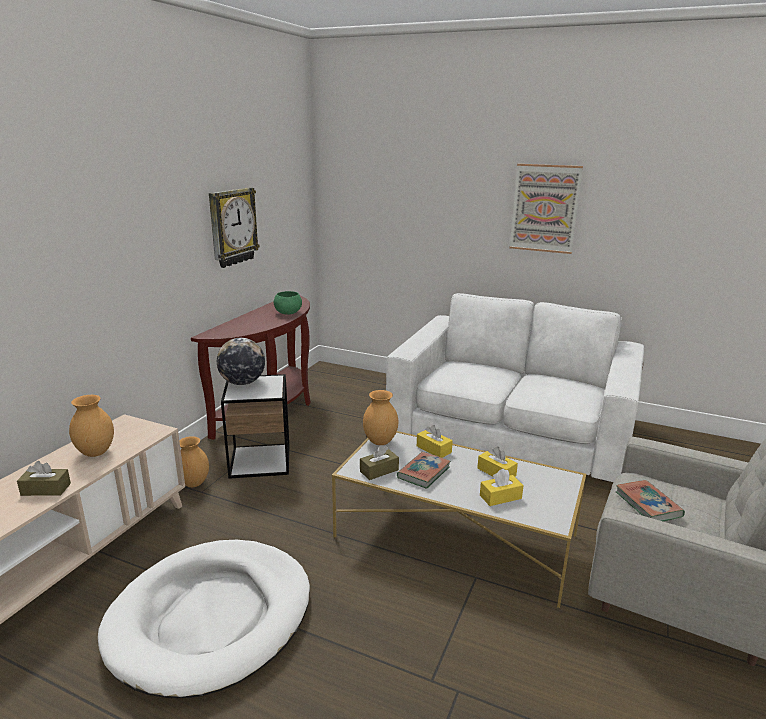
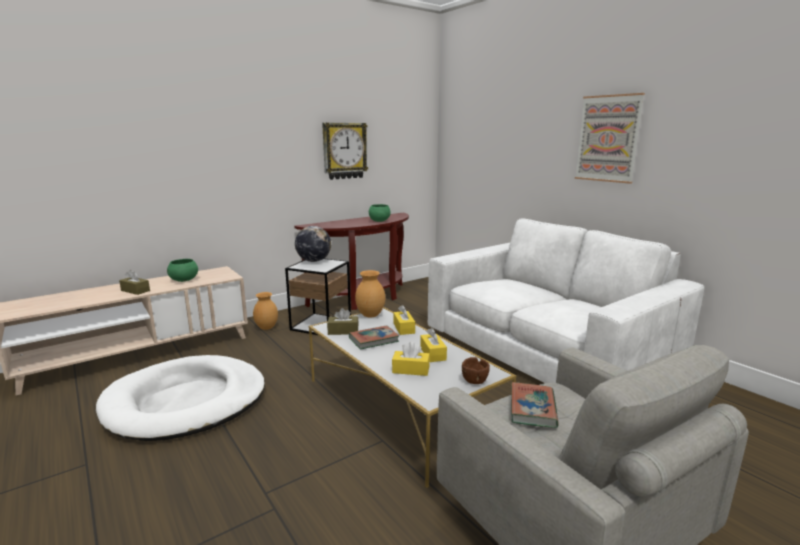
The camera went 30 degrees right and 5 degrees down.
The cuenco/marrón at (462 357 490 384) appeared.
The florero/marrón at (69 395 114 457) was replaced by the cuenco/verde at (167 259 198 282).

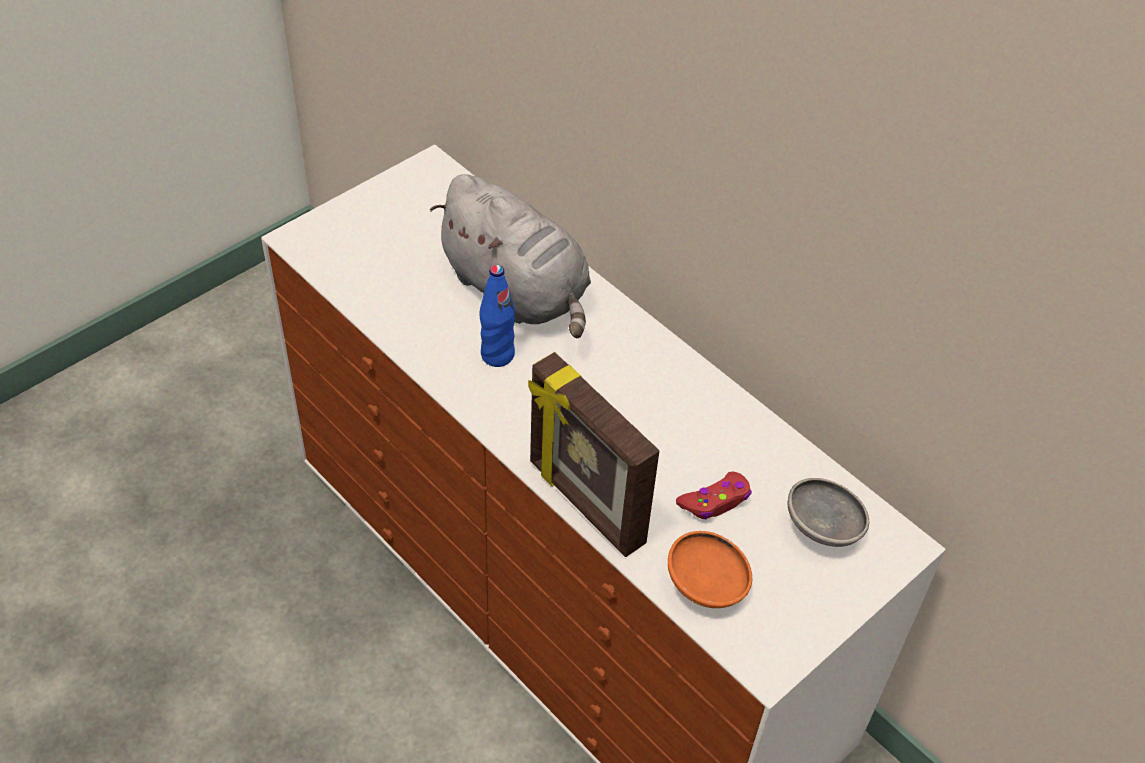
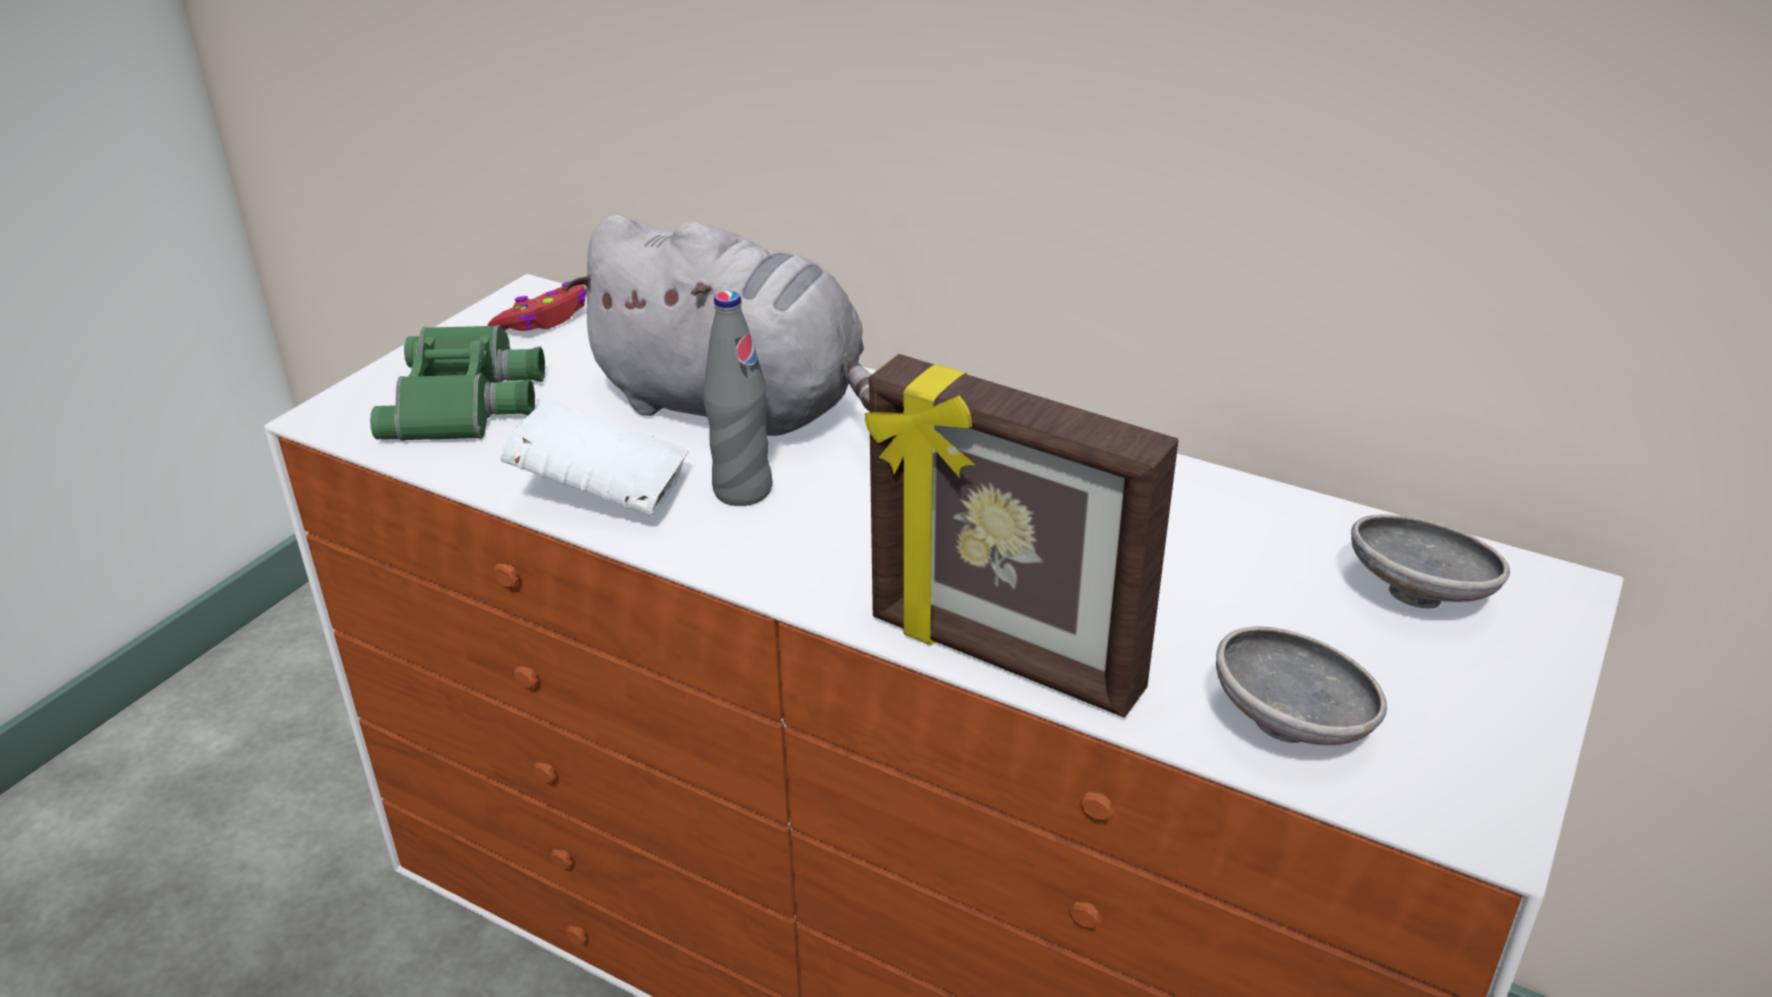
The camera went 15 degrees left and 15 degrees down.
The prismáticos/verde at (370 325 545 441) appeared.
The libro/blanco at (501 398 688 517) appeared.
The mando de consola/rojo moved from (676 472 752 520) to (488 281 586 331).
The botella/azul at (479 265 515 367) became the botella/gris at (703 291 773 506).
The cuenco/naranja at (668 531 752 608) became the cuenco/gris at (1216 626 1387 745).

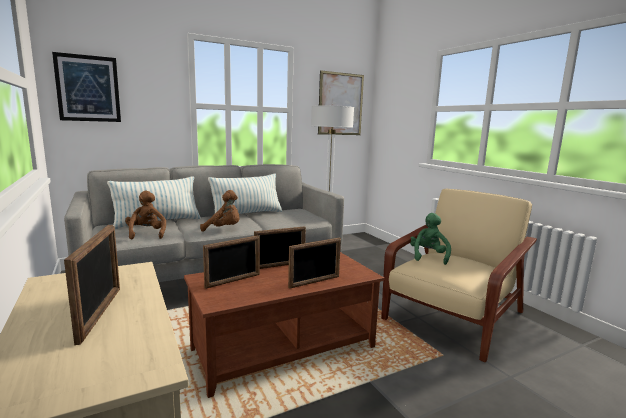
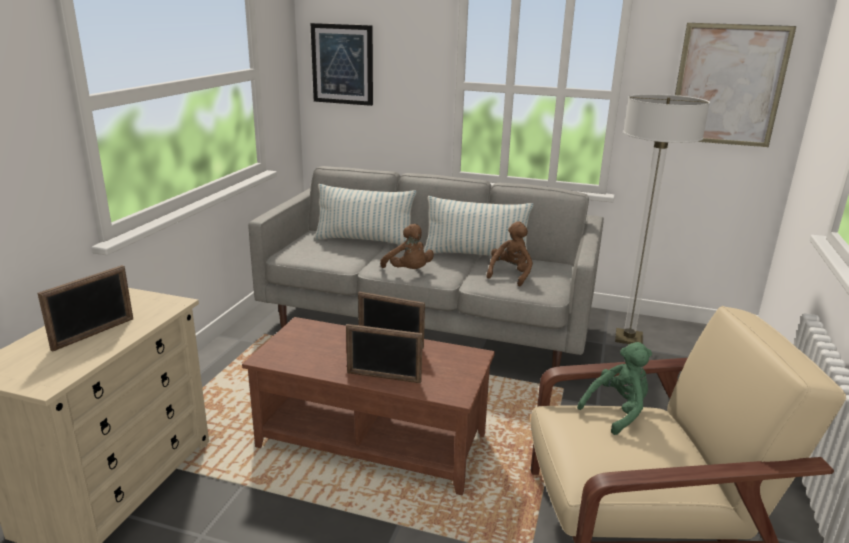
The camera went 45 degrees right and 10 degrees up.
The portarretratos at (203 235 260 289) disappeared.
The peluche/marrón moved from (125 191 166 240) to (486 221 533 286).

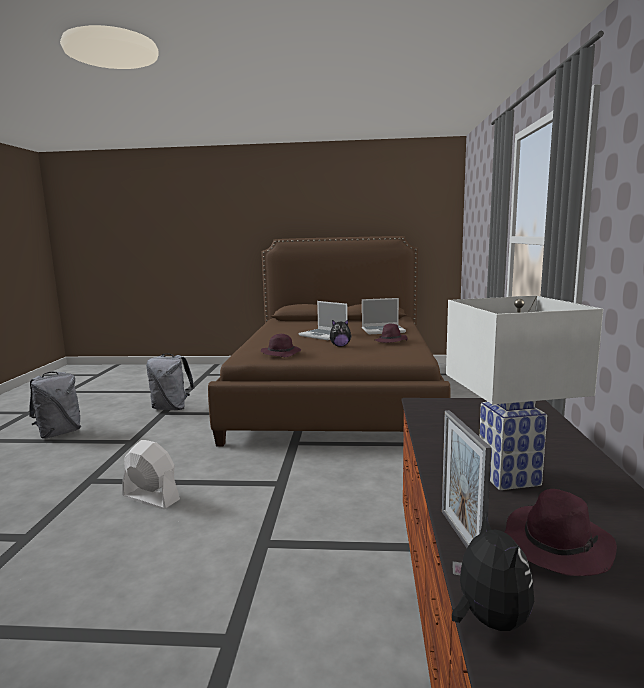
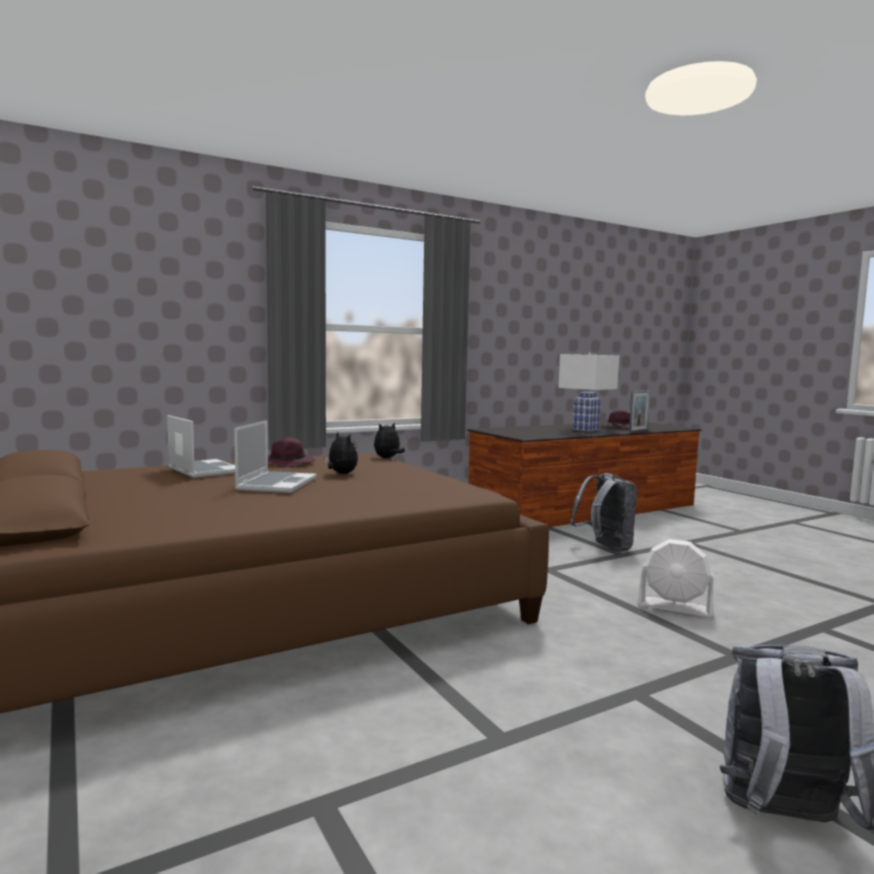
The camera went 125 degrees left and 5 degrees down.
The sombrero/morado at (261 334 301 357) disappeared.
The mochila/gris moved from (146 353 195 410) to (570 473 638 552).
The peluche moved from (452 513 534 631) to (374 422 405 458).
The ventilador/blanco at (122 440 180 509) turned 60 degrees counterclockwise.

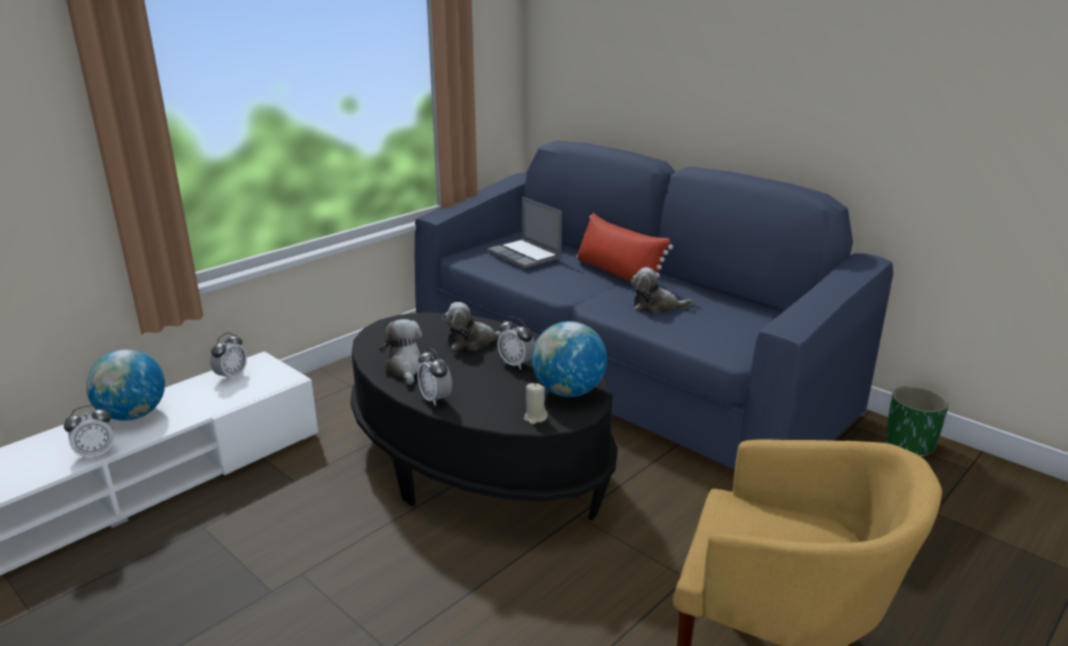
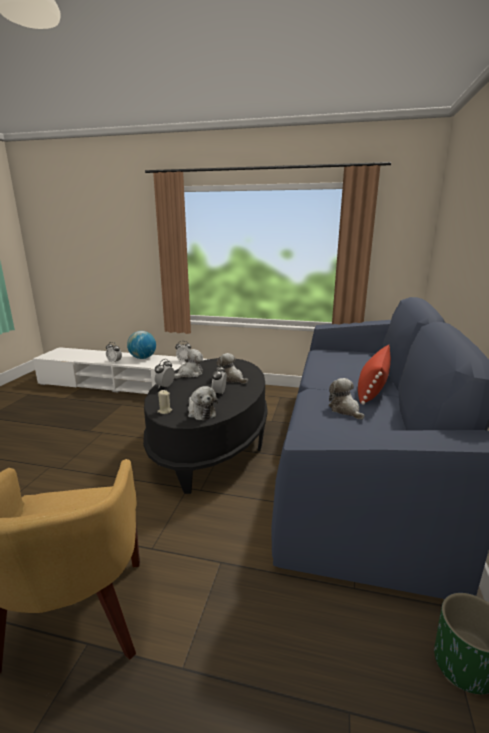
The camera went 60 degrees right and 5 degrees down.
The portátil at (487 197 562 269) disappeared.
The globo terráqueo at (532 321 607 397) was replaced by the peluche at (188 386 218 420).

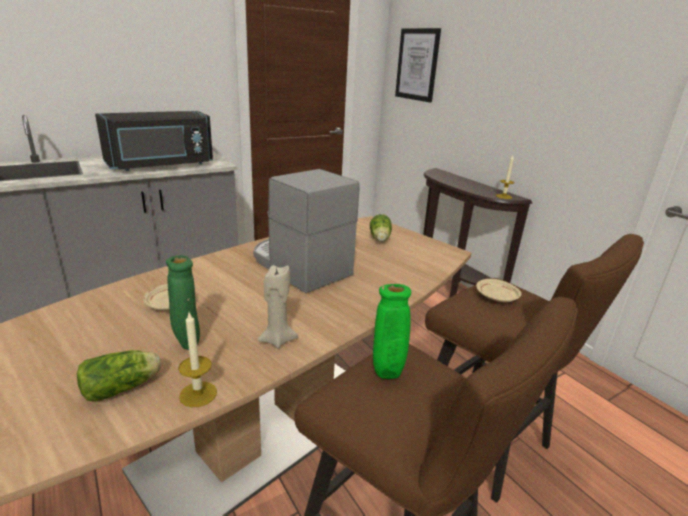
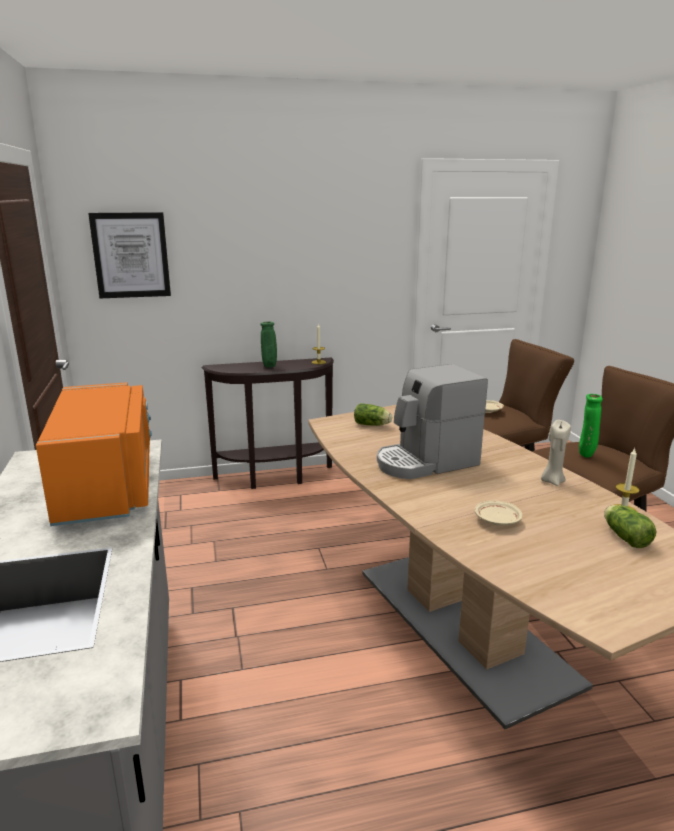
The camera went 70 degrees left and 5 degrees down.
The florero/verde moved from (166 255 200 350) to (260 322 277 368).
The microondas/negro at (95 111 213 171) became the microondas/naranja at (36 382 152 526).

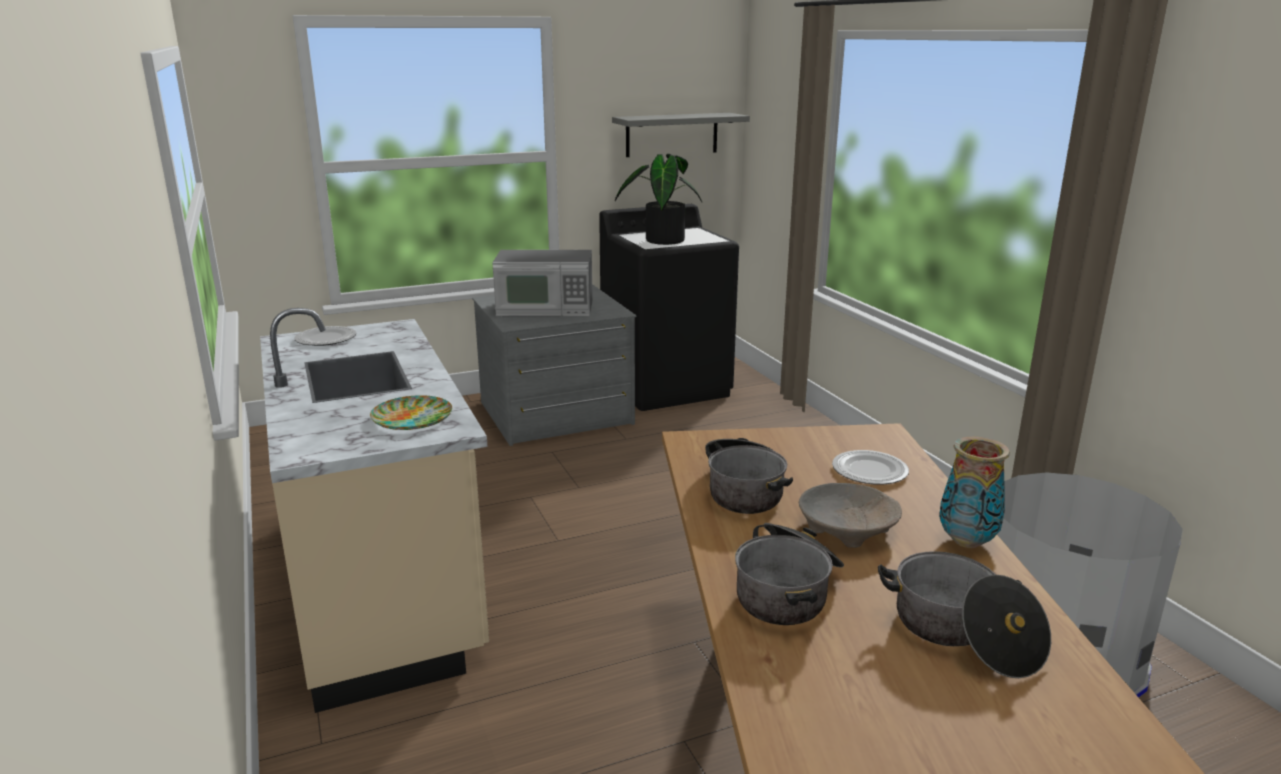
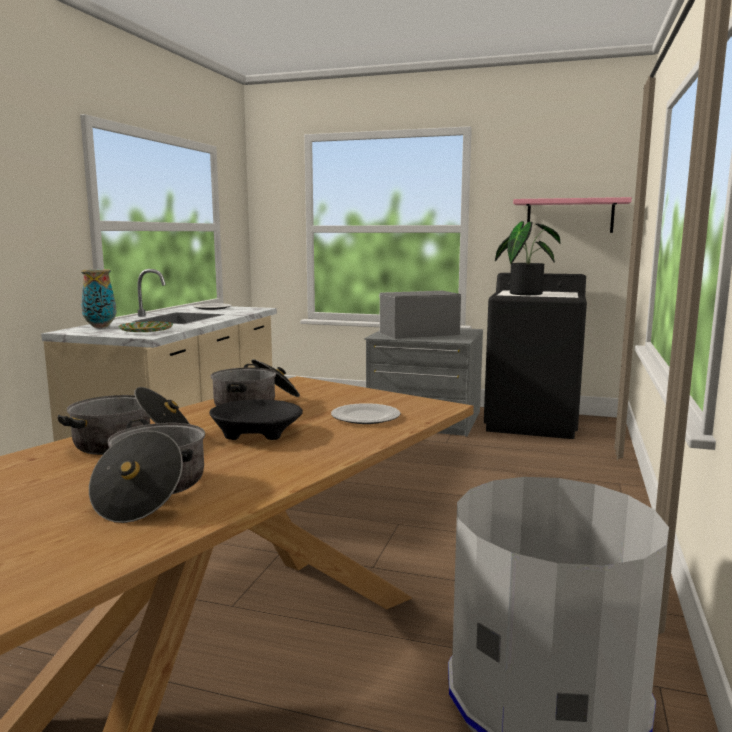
The camera went 40 degrees right and 10 degrees down.
The florero moved from (939 436 1010 548) to (81 269 117 328).
The estante/gris at (612 113 750 157) became the estante/rosa at (513 197 632 233).
The cuenco/beis at (798 483 902 548) became the cuenco/negro at (209 399 303 440).
The microondas at (493 250 593 316) turned 120 degrees clockwise.

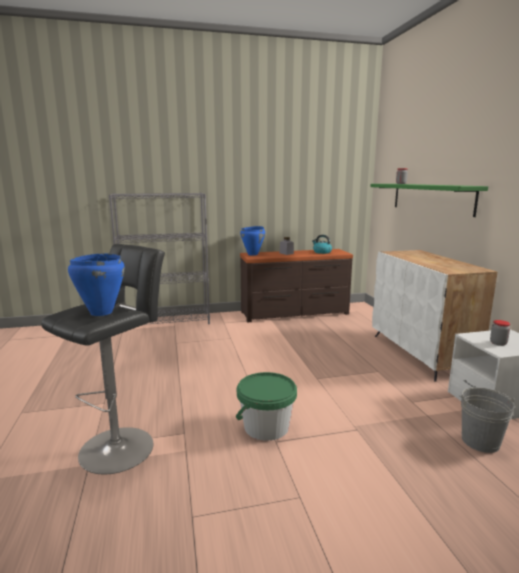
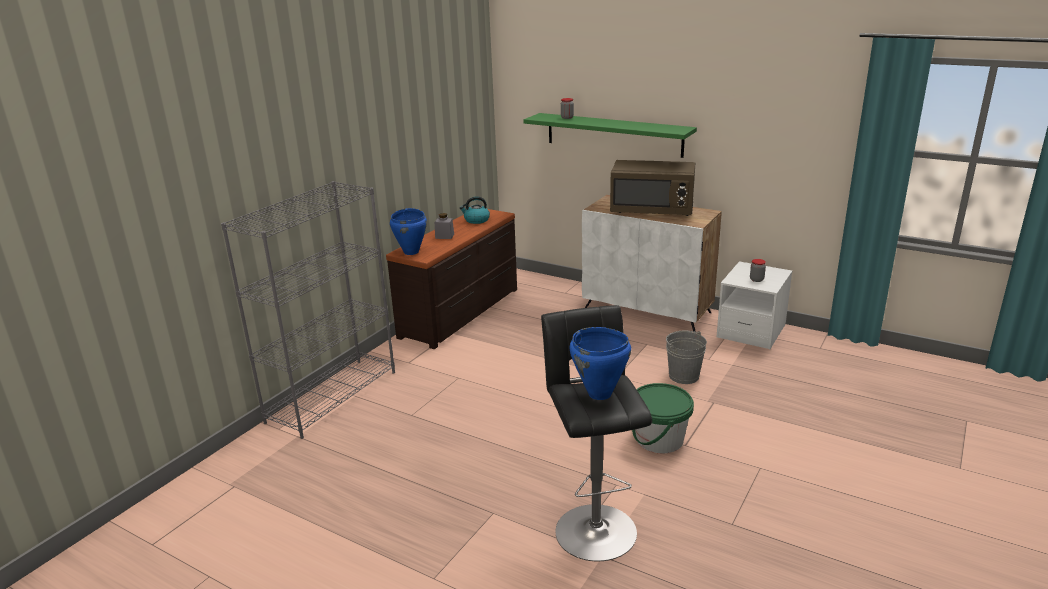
The camera went 45 degrees left and 10 degrees up.
The microondas/marrón at (610 160 695 216) appeared.
The cubo/gris moved from (459 387 515 453) to (666 331 707 384).

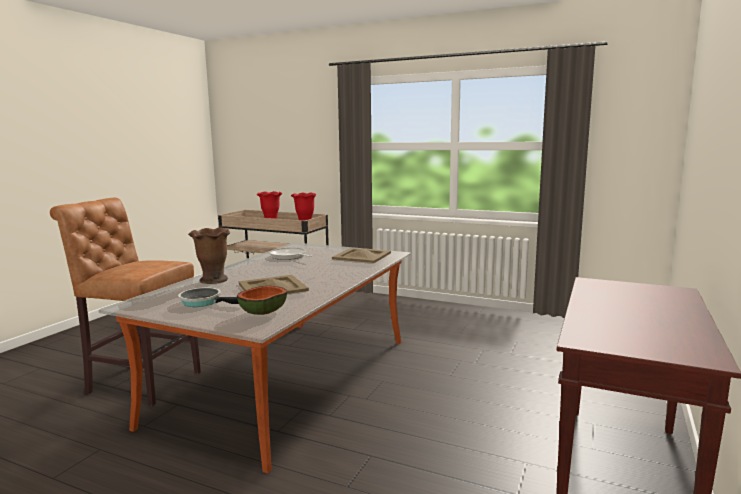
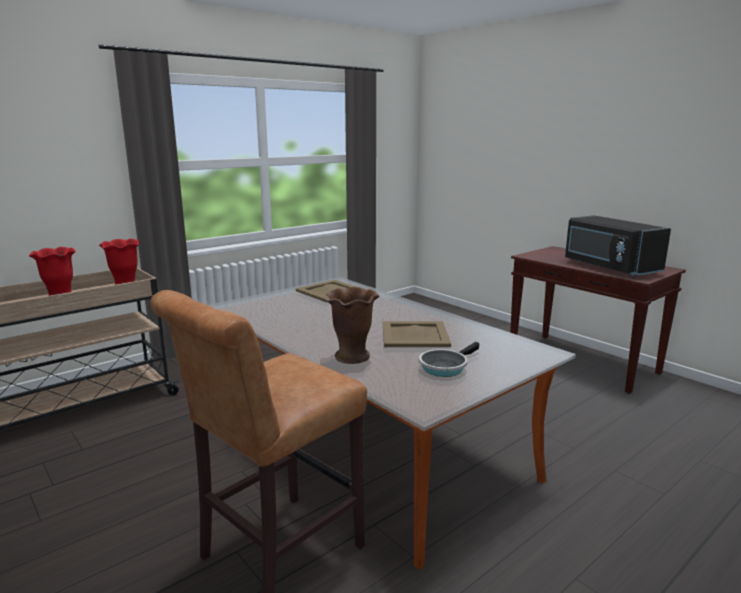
The camera went 65 degrees left and 5 degrees up.
The cuenco at (237 286 287 315) disappeared.
The sartén at (270 248 312 260) disappeared.
The microondas/negro at (565 215 671 276) appeared.

